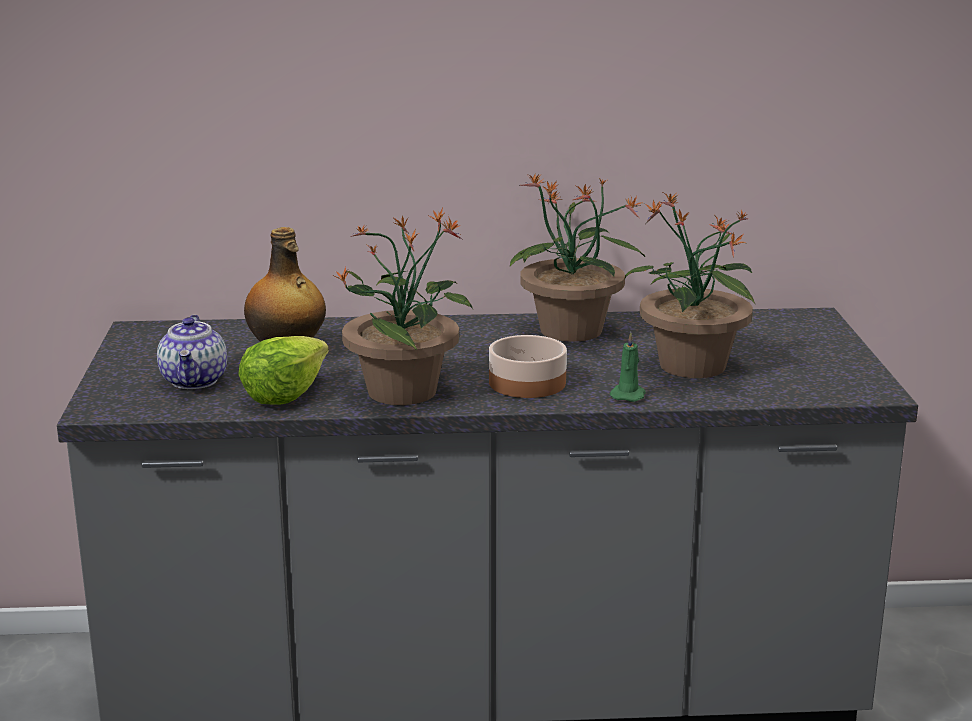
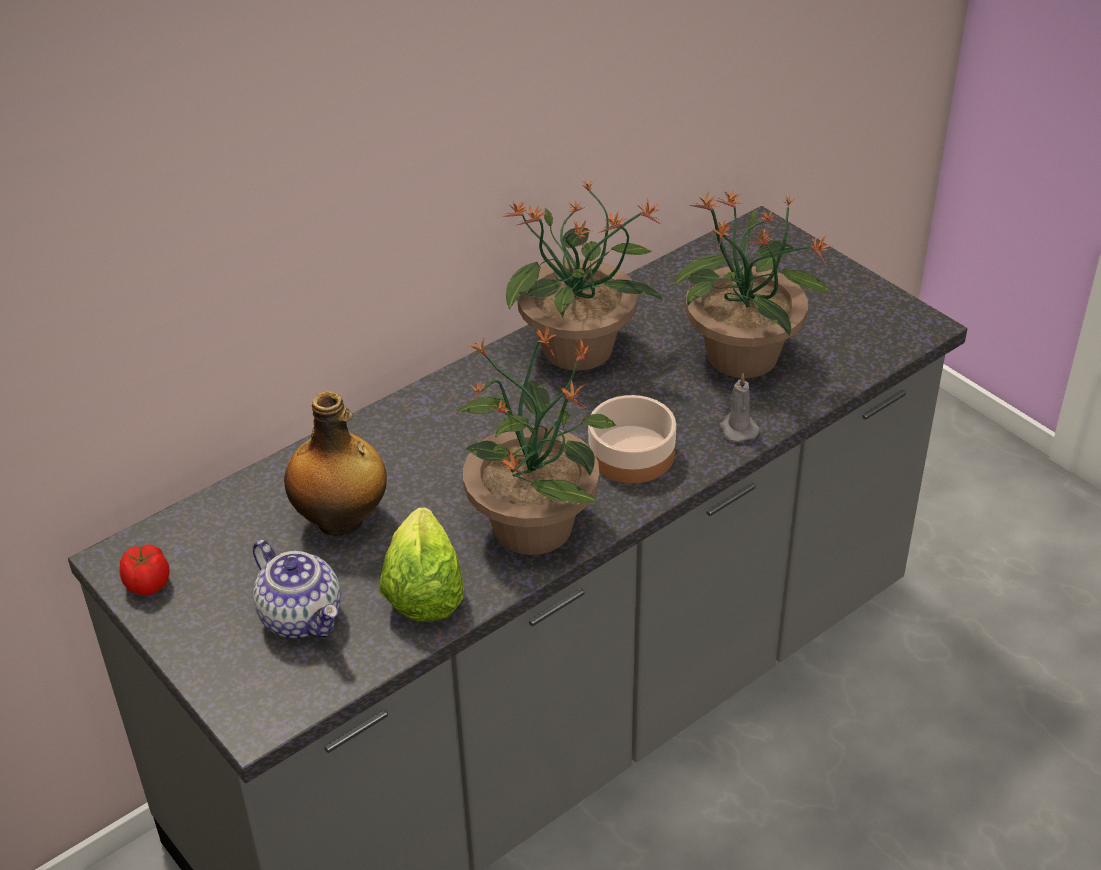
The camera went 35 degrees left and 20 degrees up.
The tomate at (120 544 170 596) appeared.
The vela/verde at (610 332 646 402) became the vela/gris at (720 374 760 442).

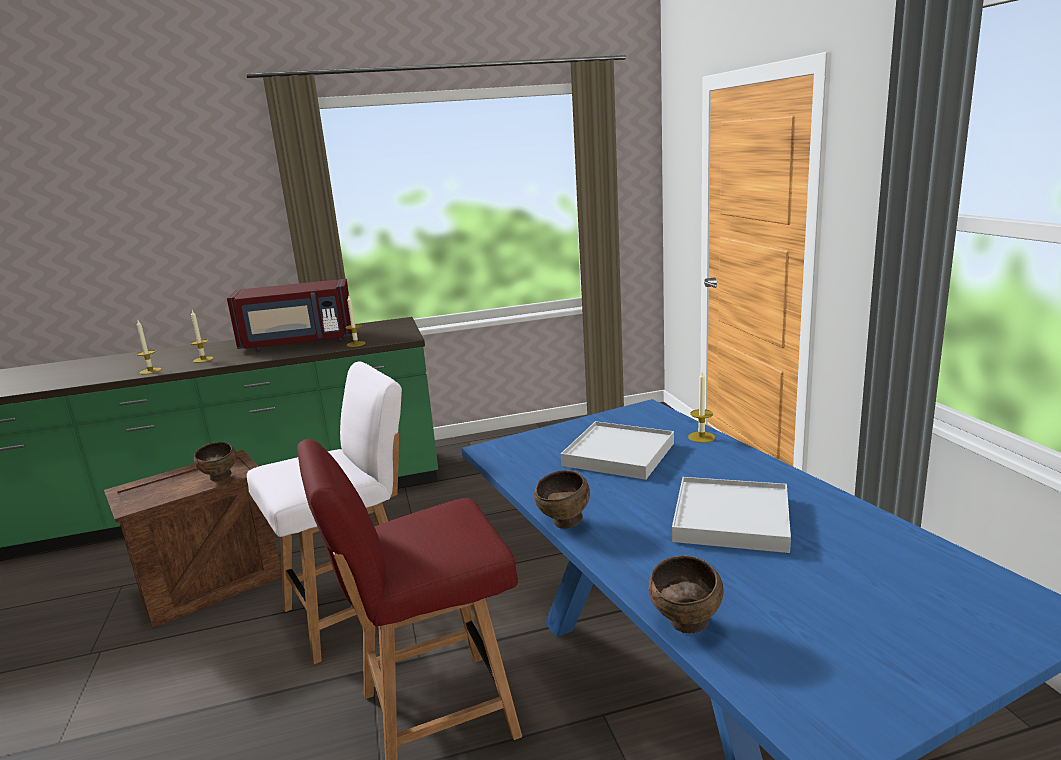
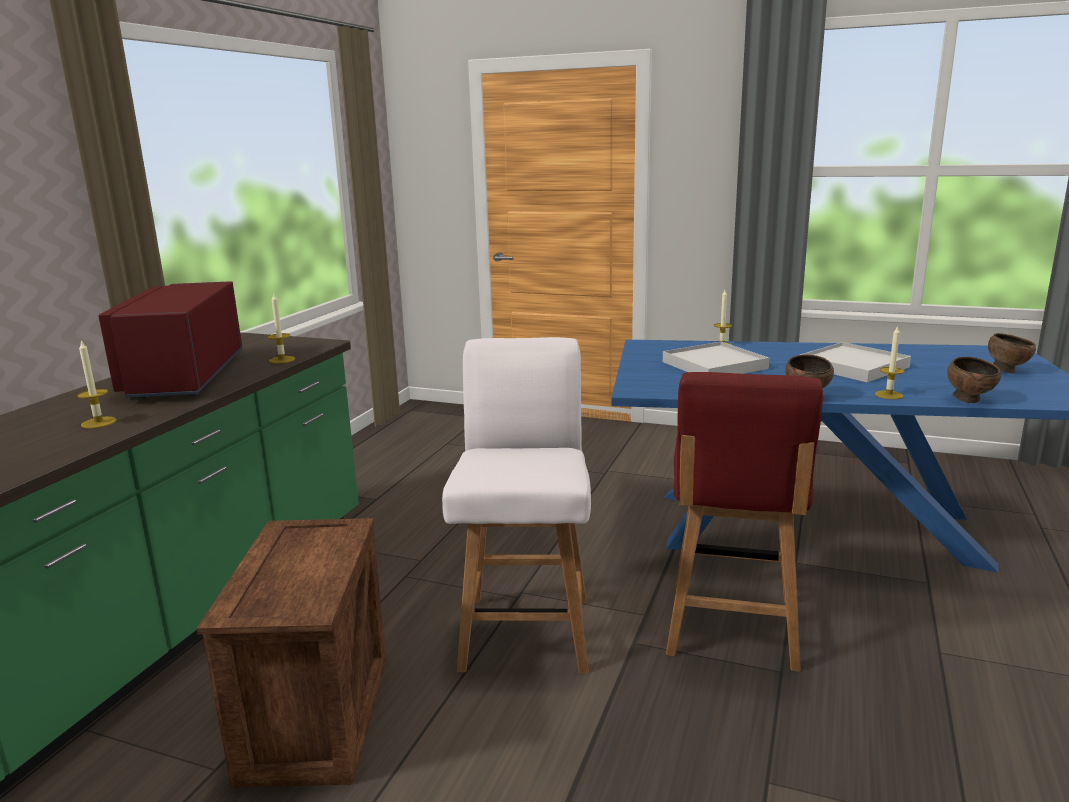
The camera went 55 degrees left and 0 degrees up.
The vela moved from (137 320 162 374) to (875 325 904 399).
The cuenco/marrón moved from (194 442 236 482) to (988 333 1036 373).
The microondas/rojo at (227 279 352 350) turned 150 degrees clockwise.

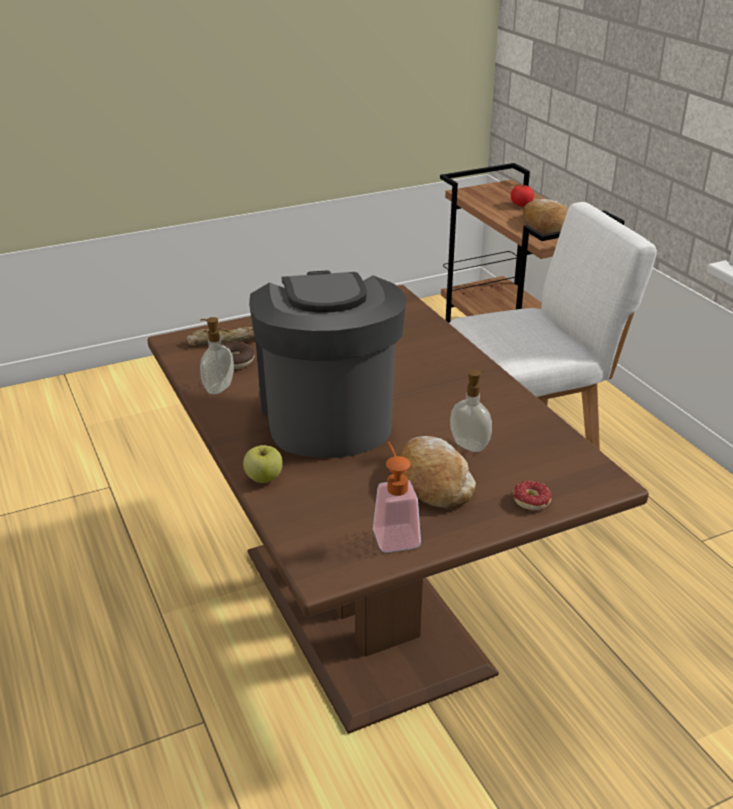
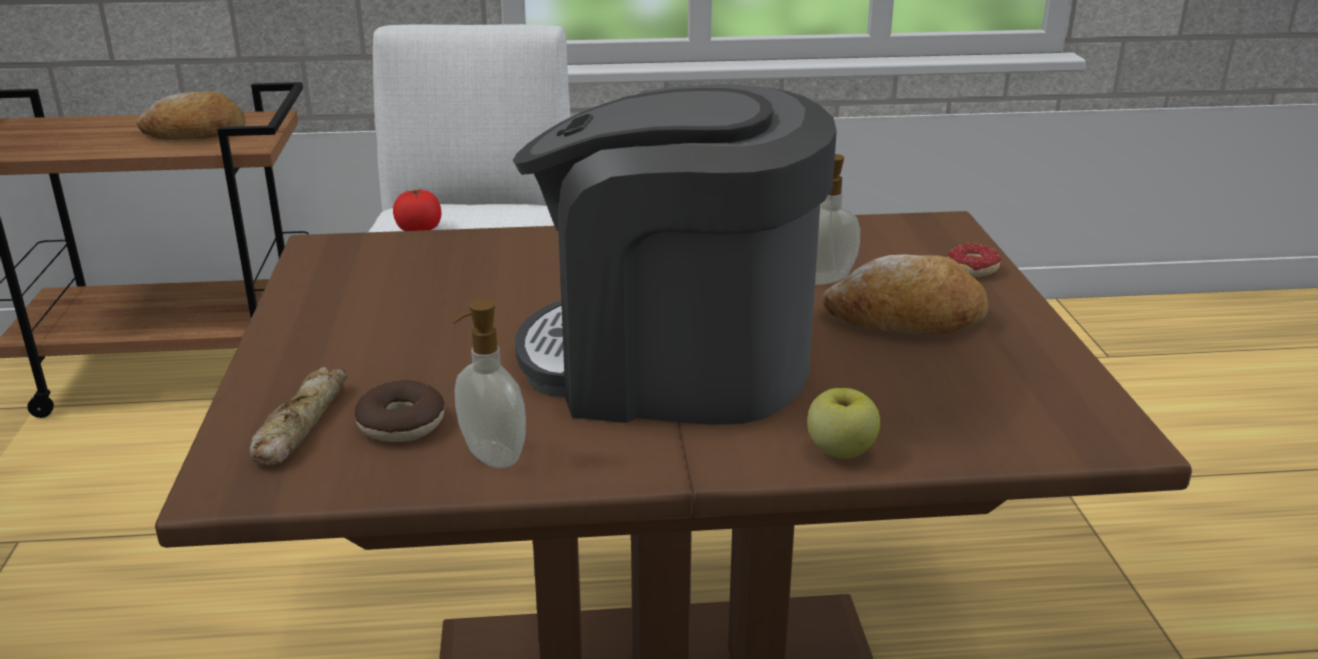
The camera went 70 degrees left and 5 degrees down.
The dispensador de jabón at (373 441 421 552) disappeared.
The tomate moved from (511 185 534 206) to (393 189 441 231).

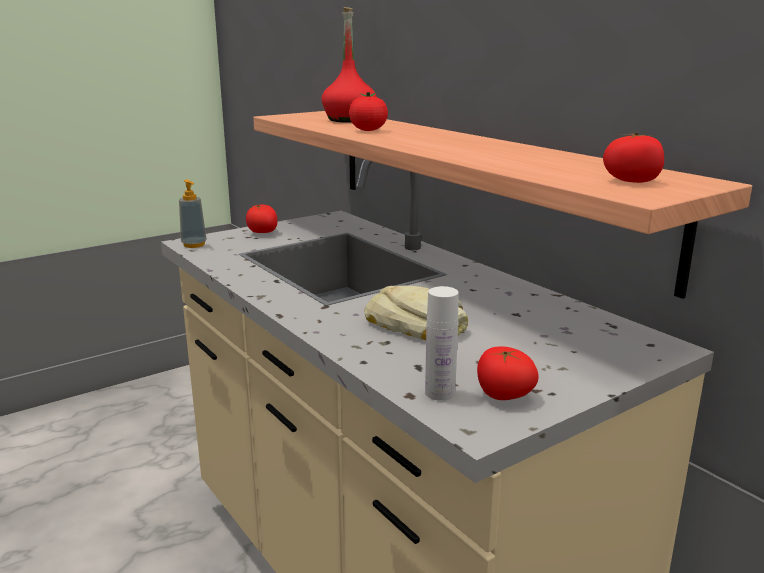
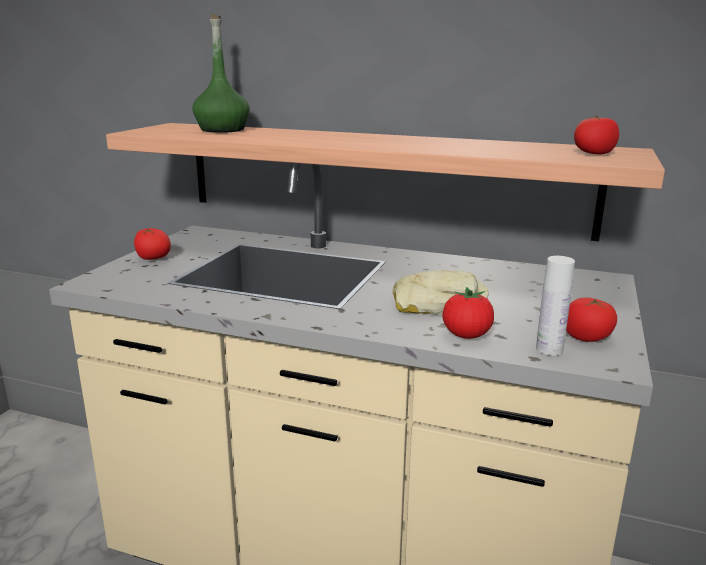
The camera went 35 degrees left and 0 degrees up.
The dispensador de jabón at (179 180 207 248) disappeared.
The tomate moved from (349 92 388 131) to (443 287 494 339).
The botella/rojo at (321 7 377 123) became the botella/verde at (192 14 250 133).

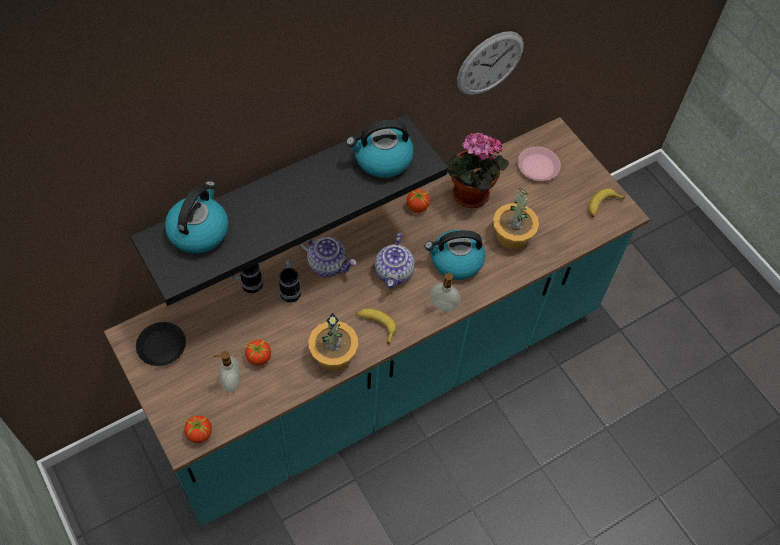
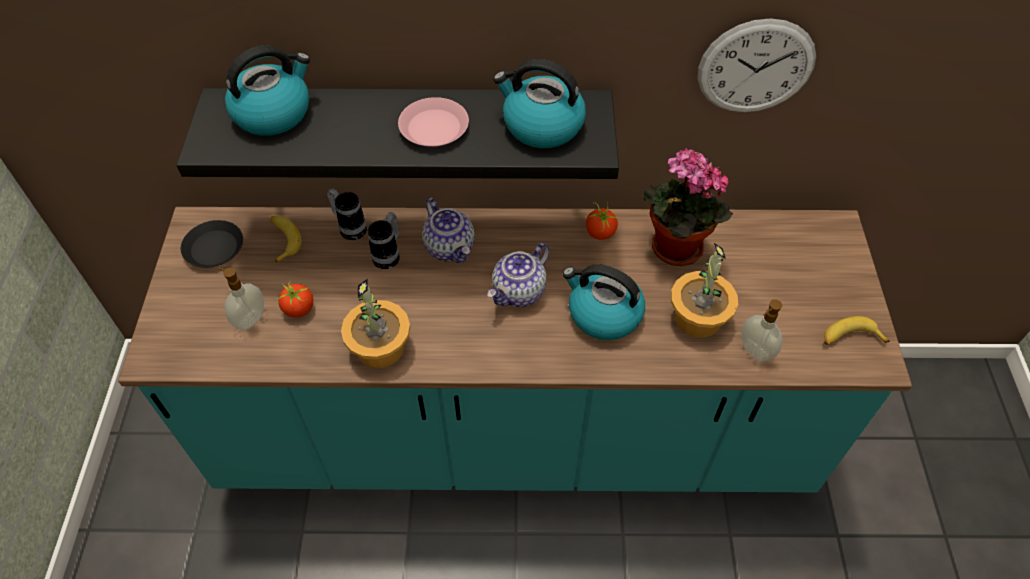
The camera went 35 degrees right and 5 degrees down.
The tomate at (183 412 212 443) disappeared.
The plátano moved from (356 308 397 344) to (270 216 302 264).
The dispensador de jabón moved from (430 273 461 312) to (741 299 783 362).
The plato/rosa moved from (518 147 561 181) to (398 97 469 147).

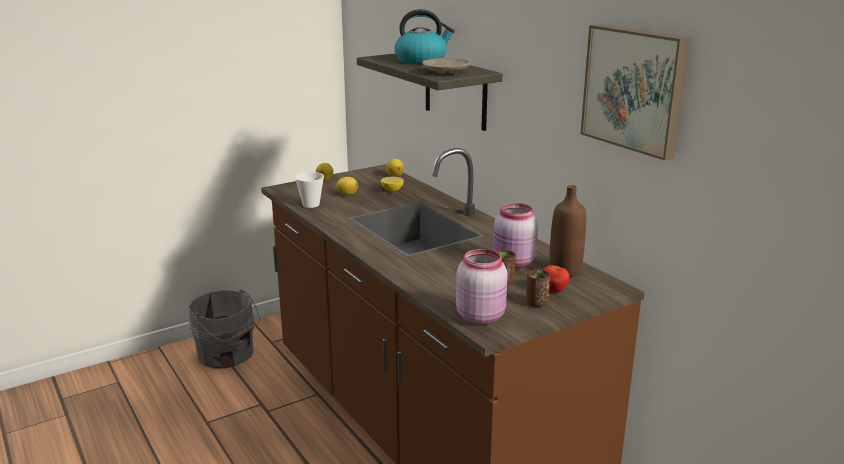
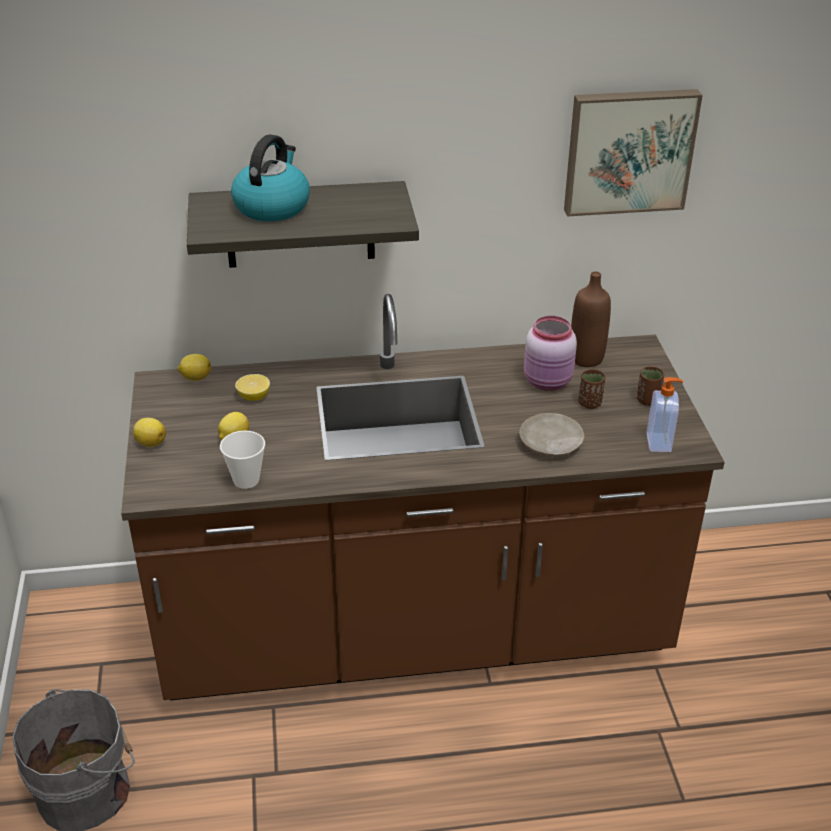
The camera went 65 degrees left and 15 degrees up.
The tomate at (543 265 570 292) disappeared.
The plato/beis moved from (422 58 470 74) to (519 413 584 456).
The tarro/rosa at (456 249 508 325) was replaced by the dispensador de jabón at (647 377 683 452).

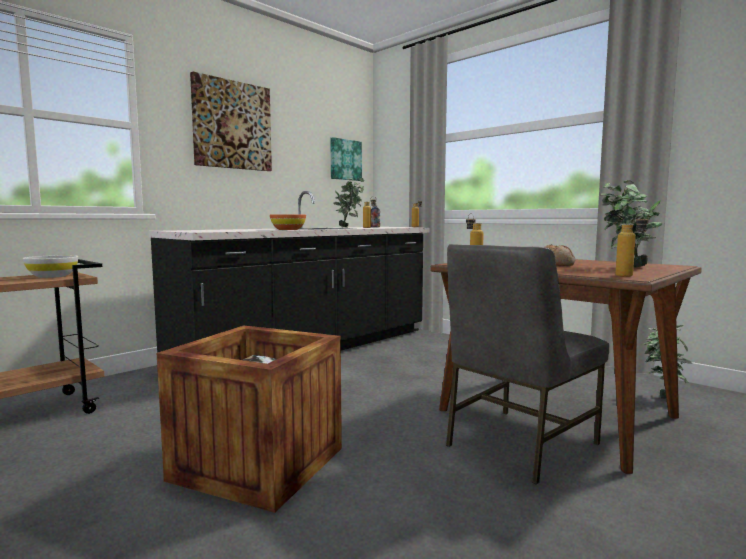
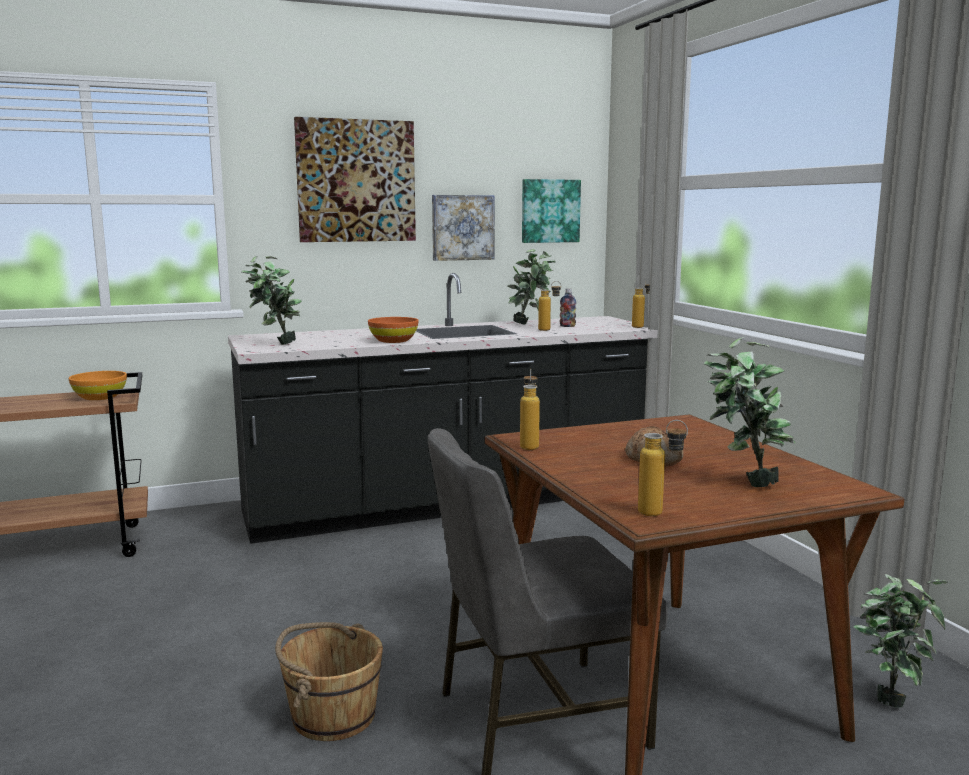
The camera went 25 degrees right and 5 degrees up.
The caja de embalaje at (157 325 342 513) disappeared.
The planta en maceta at (242 256 302 345) appeared.
The cubo/marrón at (275 622 383 741) appeared.
The cuadro at (432 195 495 261) appeared.
The cuenco/blanco at (23 255 78 278) became the cuenco/naranja at (69 371 127 400).

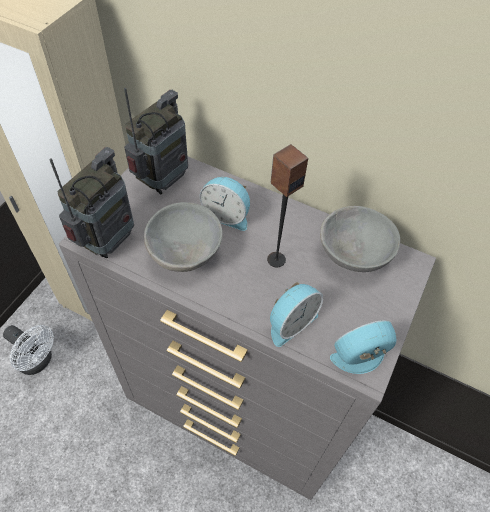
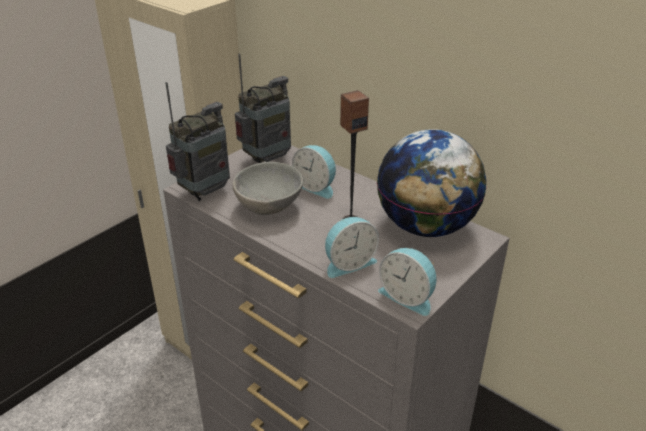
The camera went 15 degrees right and 20 degrees down.
The ventilador/blanco at (3 325 54 375) disappeared.
The cuenco/gris at (320 206 400 272) was replaced by the globo terráqueo at (377 129 486 237).
The despertador at (330 320 396 374) turned 135 degrees counterclockwise.

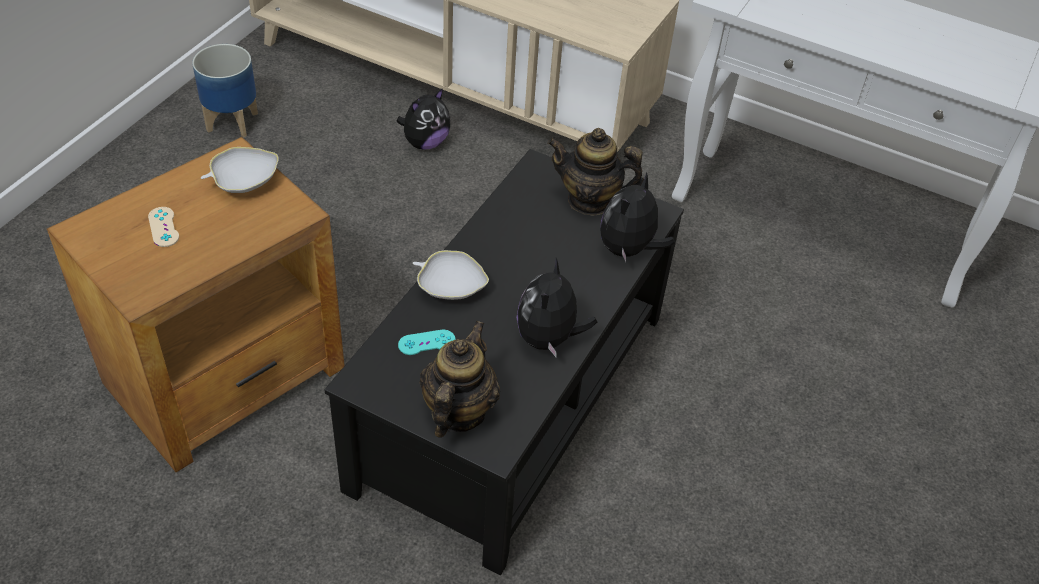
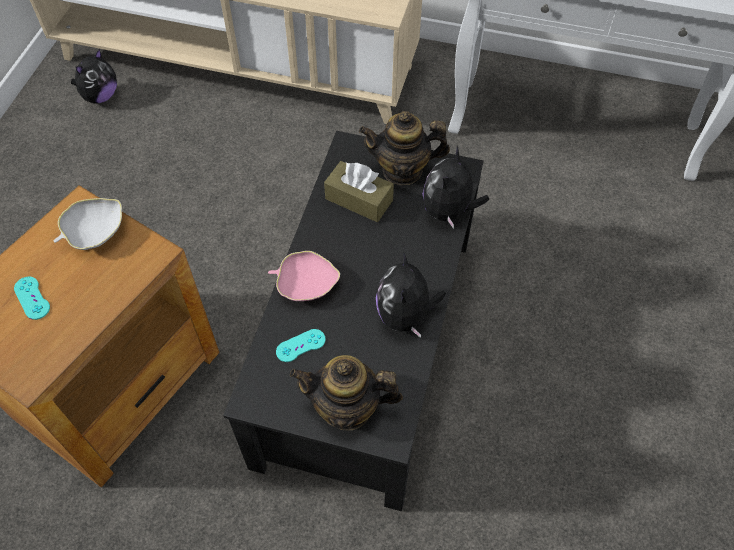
The camera went 10 degrees left and 10 degrees up.
The maceta at (192 44 258 138) disappeared.
The caja de pañuelos/marrón at (324 161 394 222) appeared.
The peluche moved from (396 88 450 150) to (71 48 117 104).
The mando de consola/beis at (148 207 179 247) became the mando de consola/turquesa at (14 277 50 320).
The cuenco/blanco at (413 250 489 300) became the cuenco/rosa at (268 251 340 301).
The tetera at (419 321 500 438) turned 90 degrees counterclockwise.

